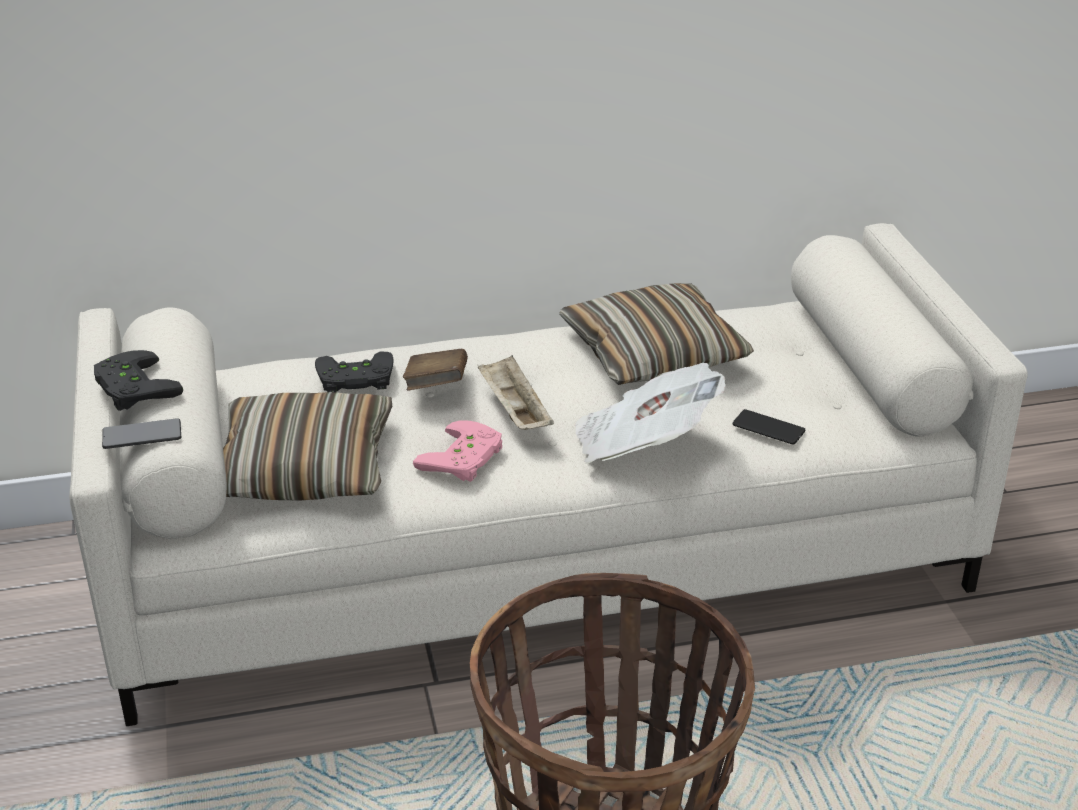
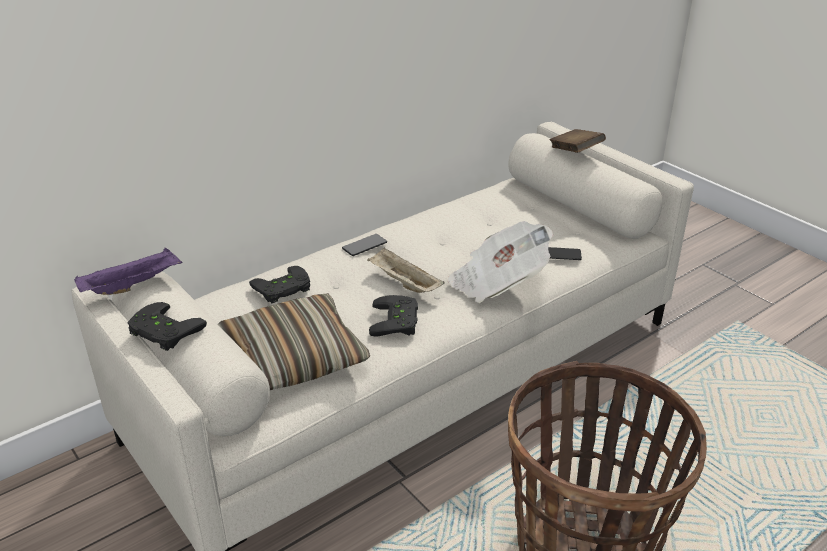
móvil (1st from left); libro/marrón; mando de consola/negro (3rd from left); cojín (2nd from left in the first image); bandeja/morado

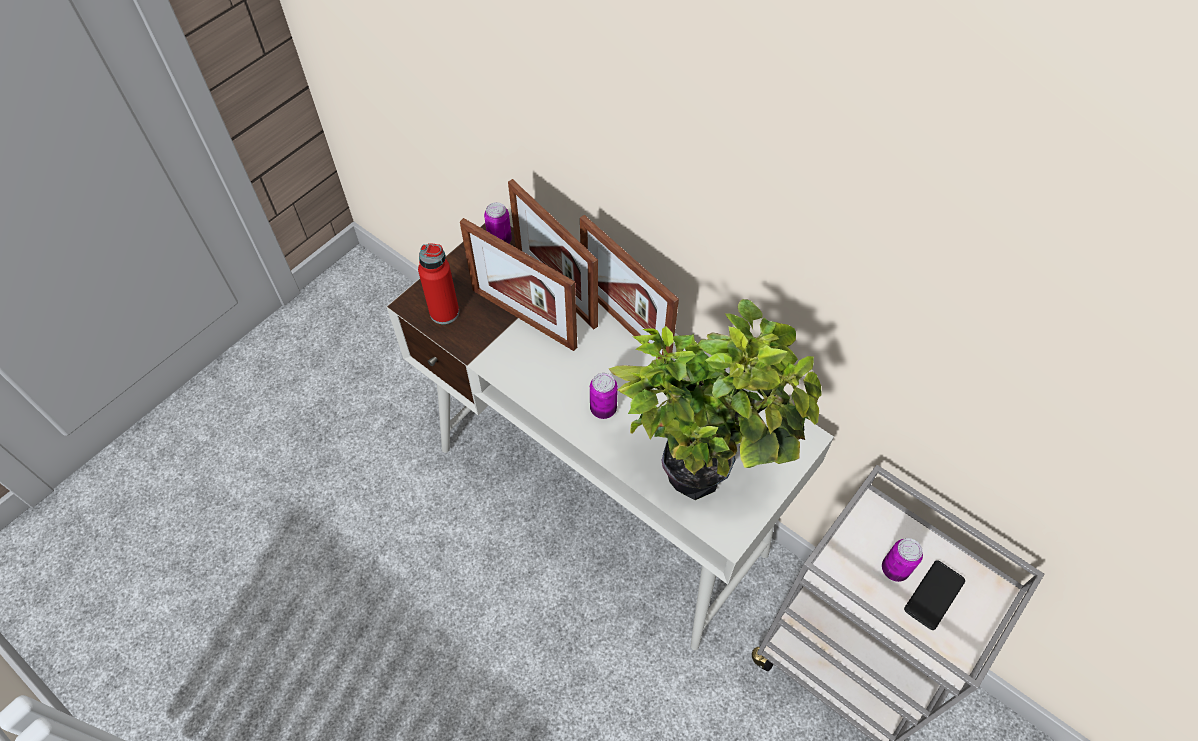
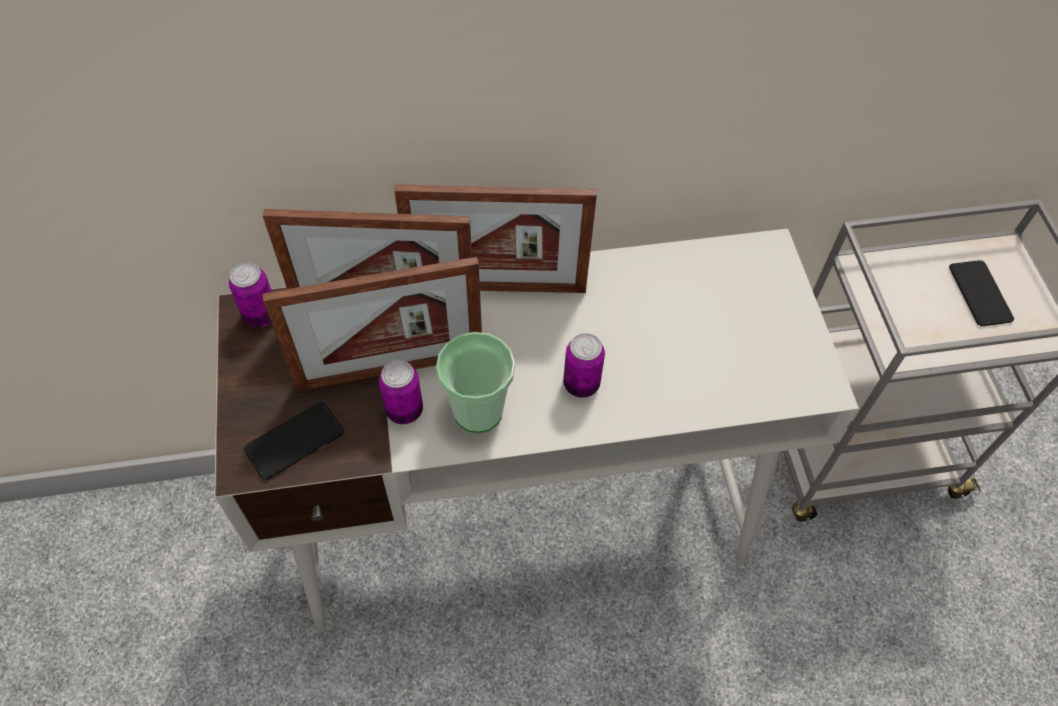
móvil (1st from left); planta en maceta; lata (2nd from left); taza

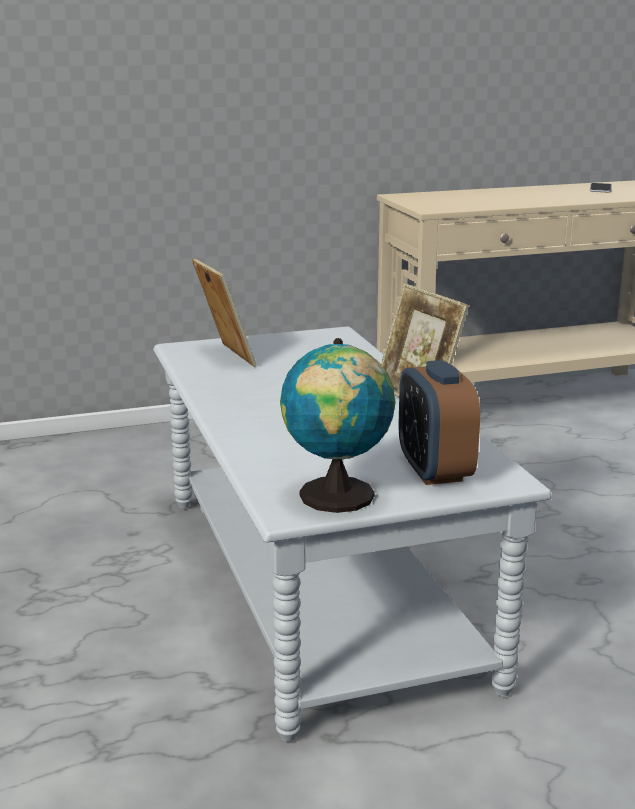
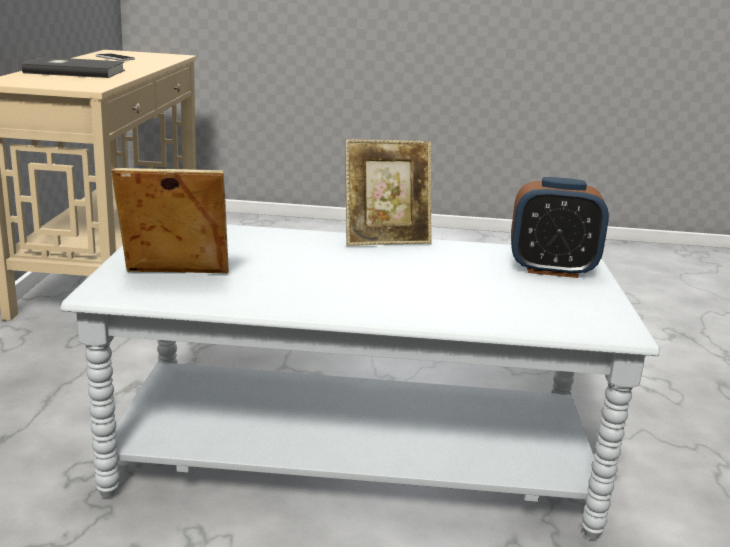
globo terráqueo; libro/gris

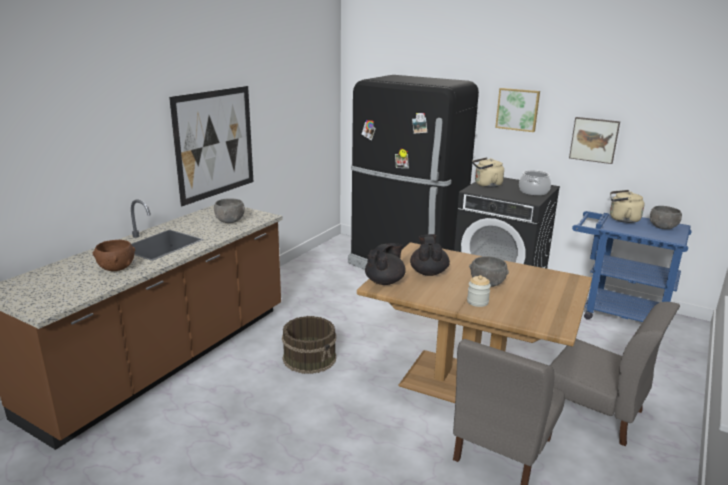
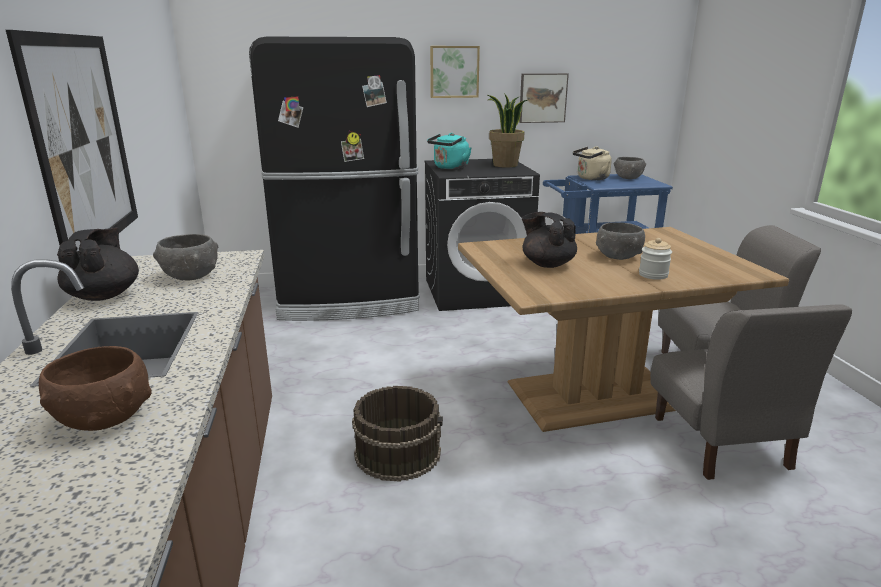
tetera/negro (1st from left); hervidor/turquesa; planta en maceta

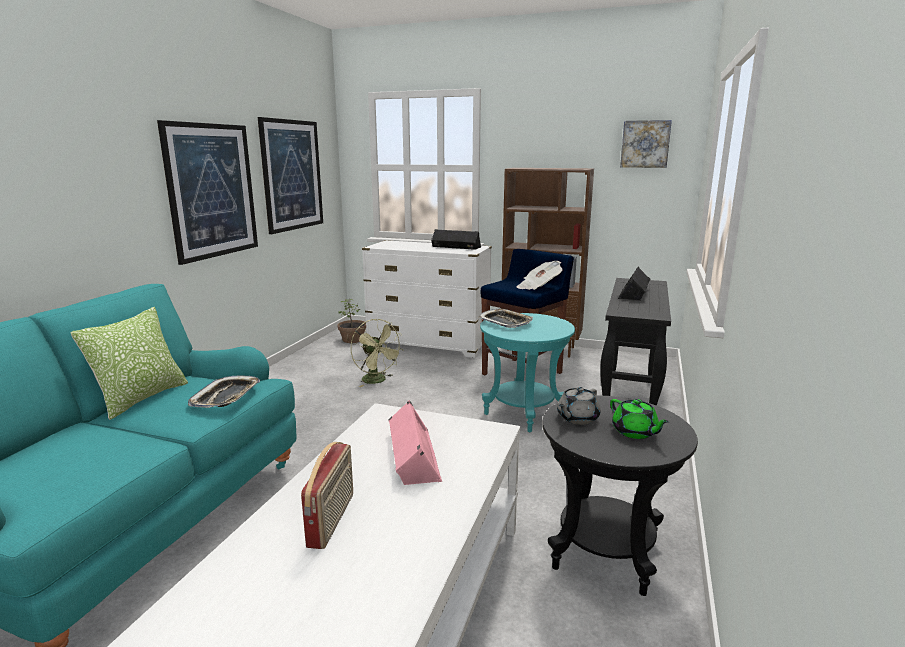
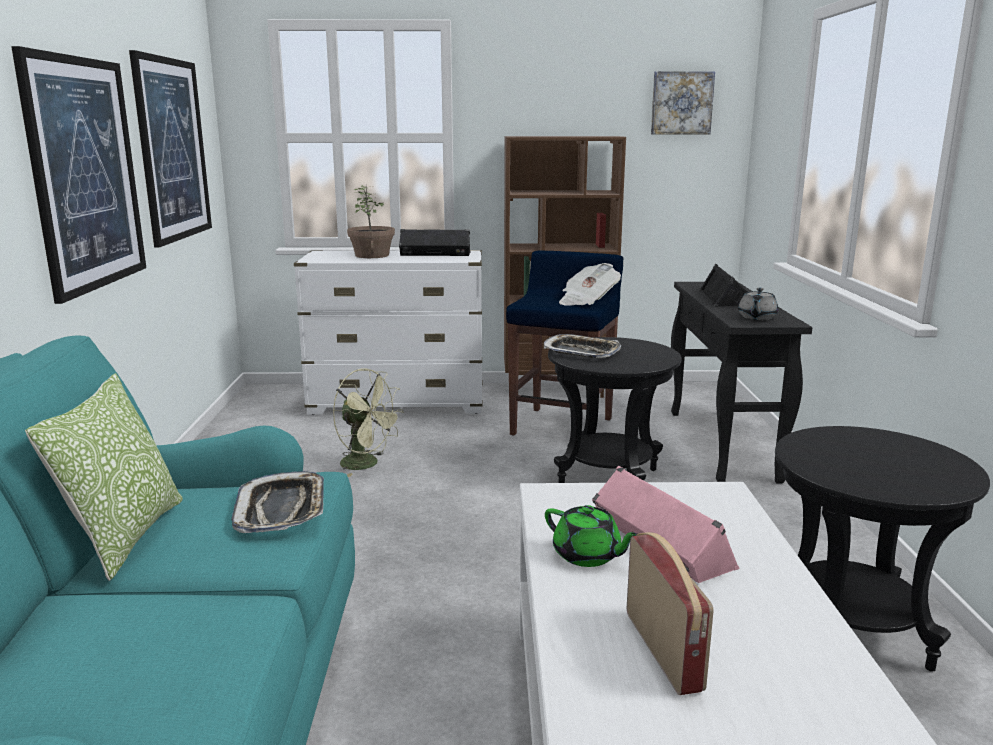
planta en maceta; mesa auxiliar/negro (1st from left); tetera/gris; tetera/verde

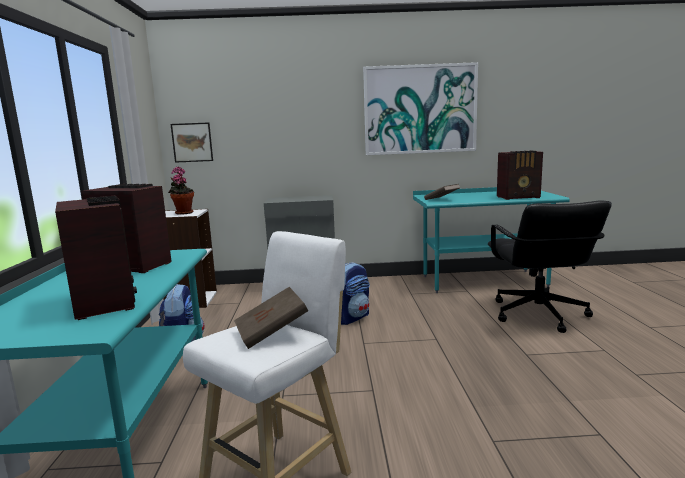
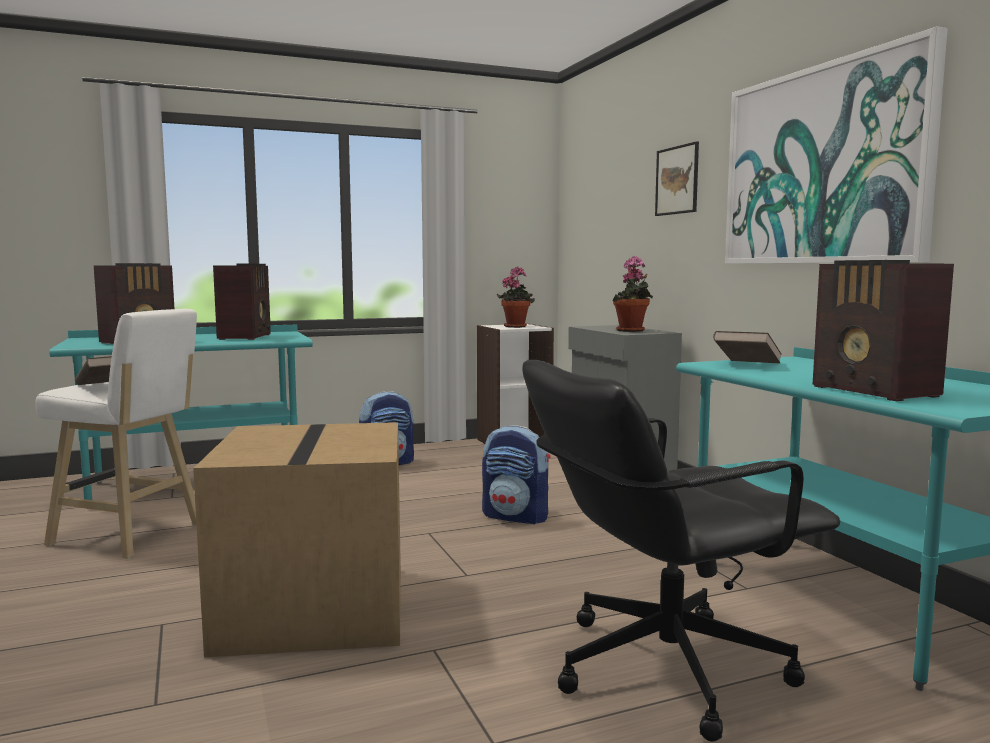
cuadro (1st from left); caja de cartón; planta en maceta (2nd from left)

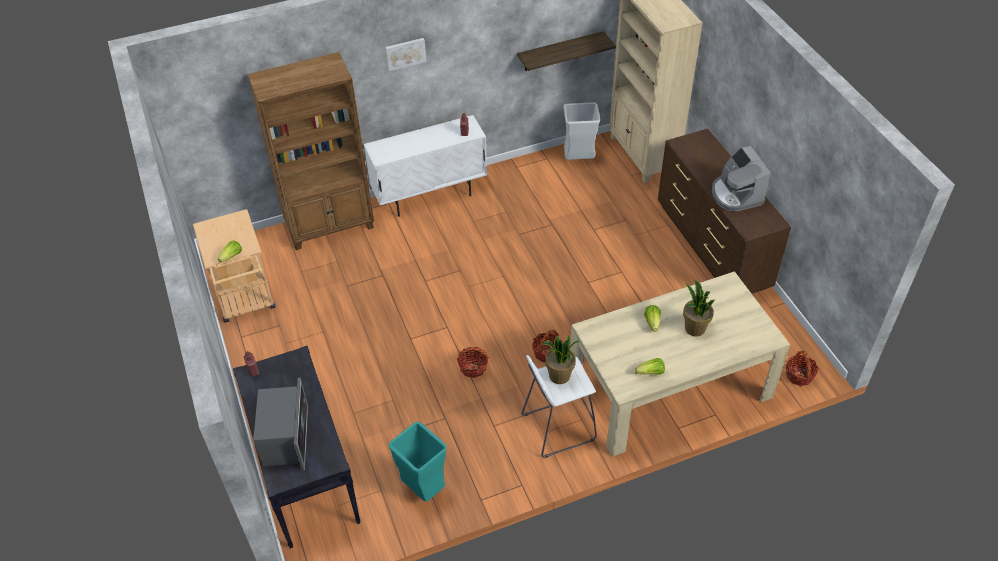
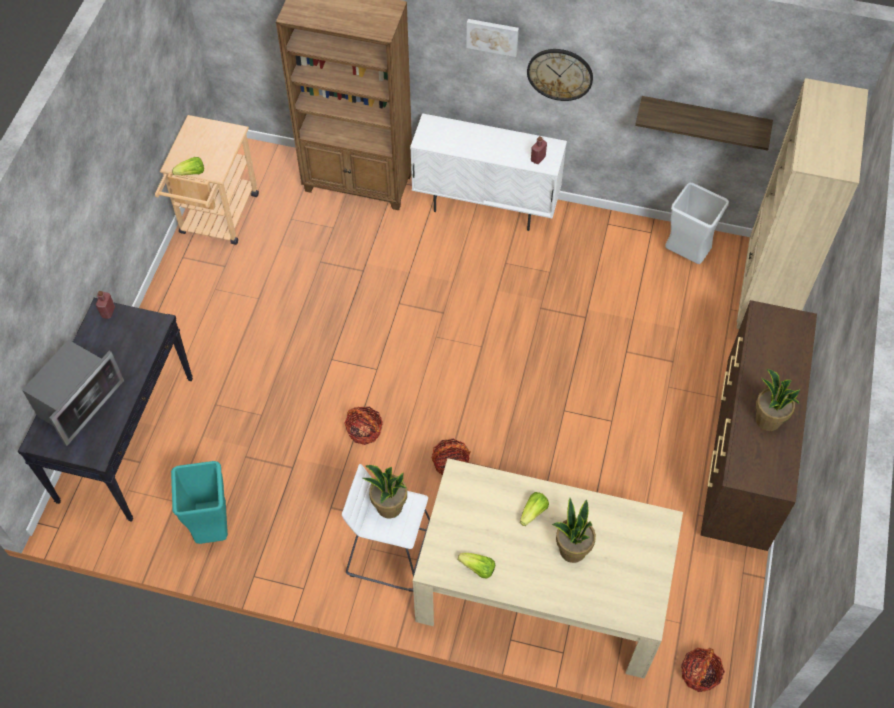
planta en maceta (3rd from left); reloj de pared

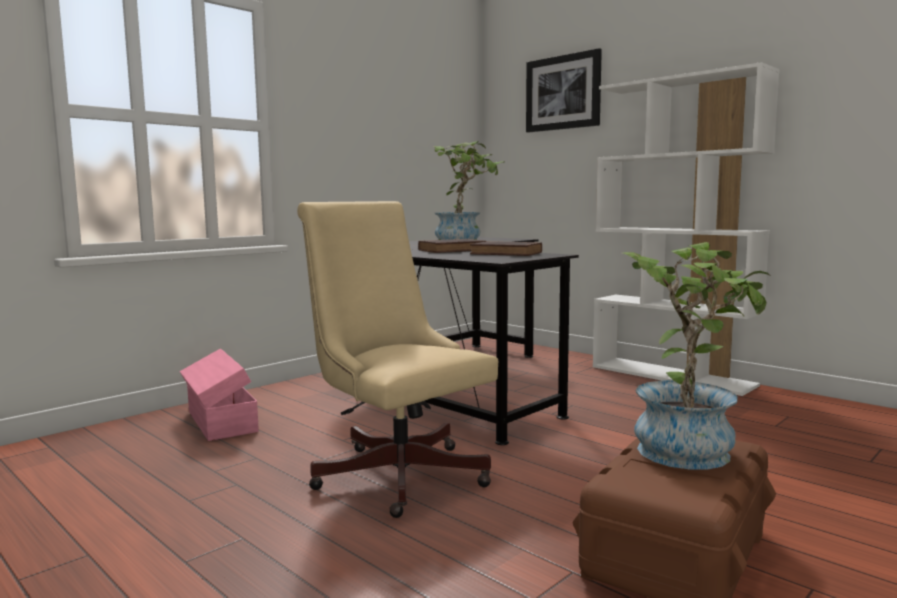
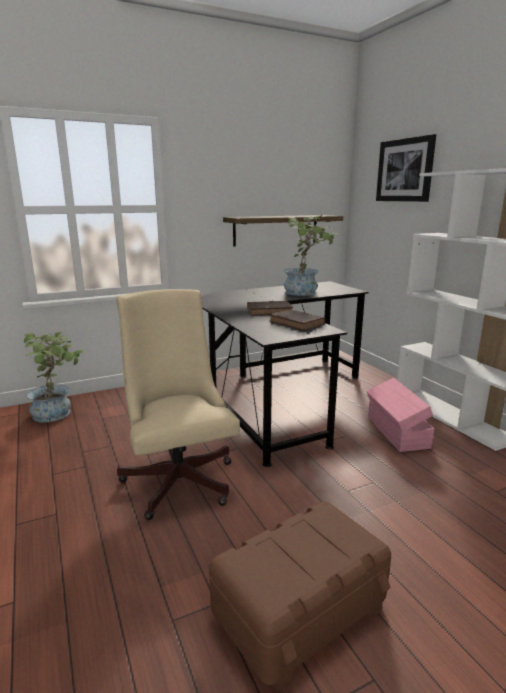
caja de almacenaje/rosa; planta en maceta (1st from left); estante

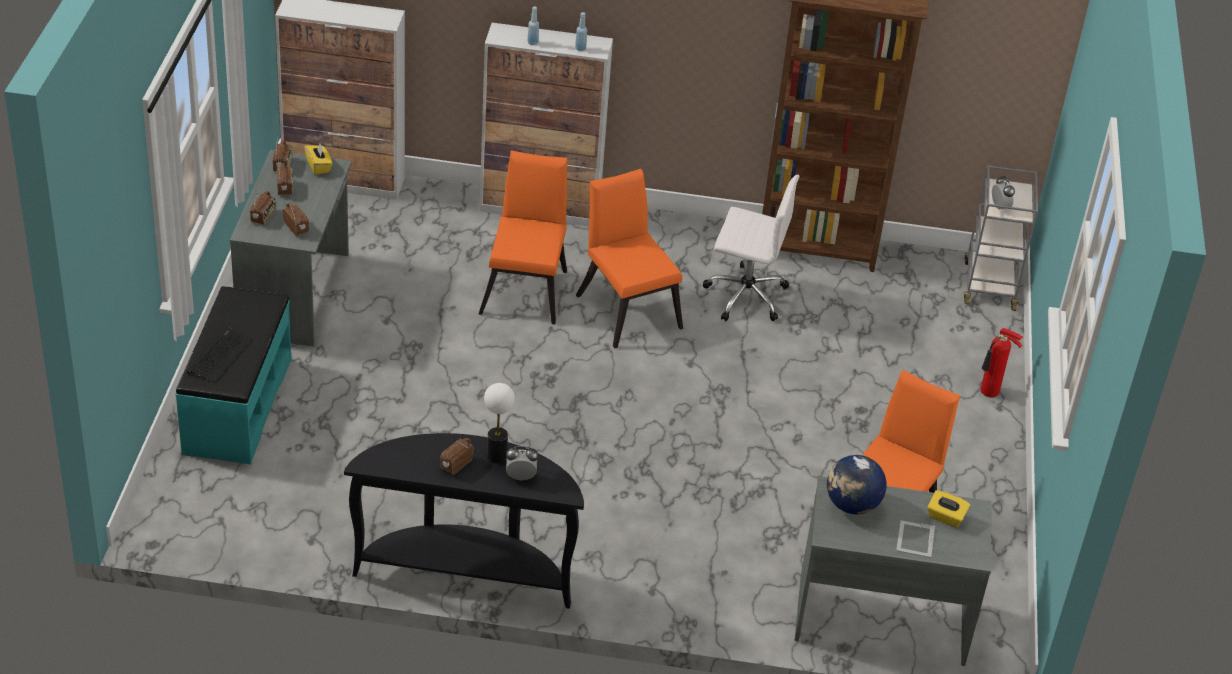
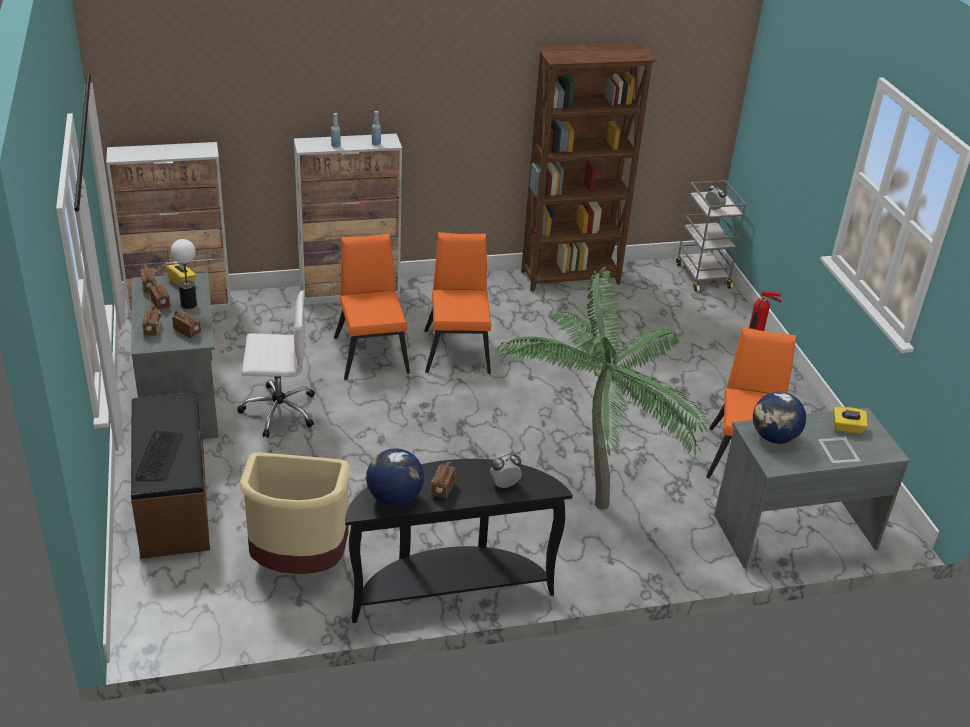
banco/marrón; lámpara de mesa; silla/naranja (2nd from left); silla de oficina/blanco; papelera/beis; globo terráqueo (1st from left); planta en maceta

